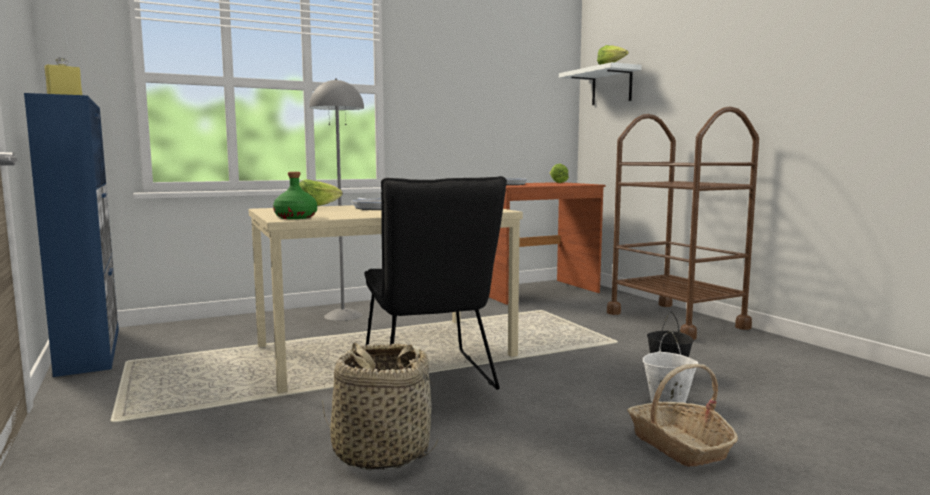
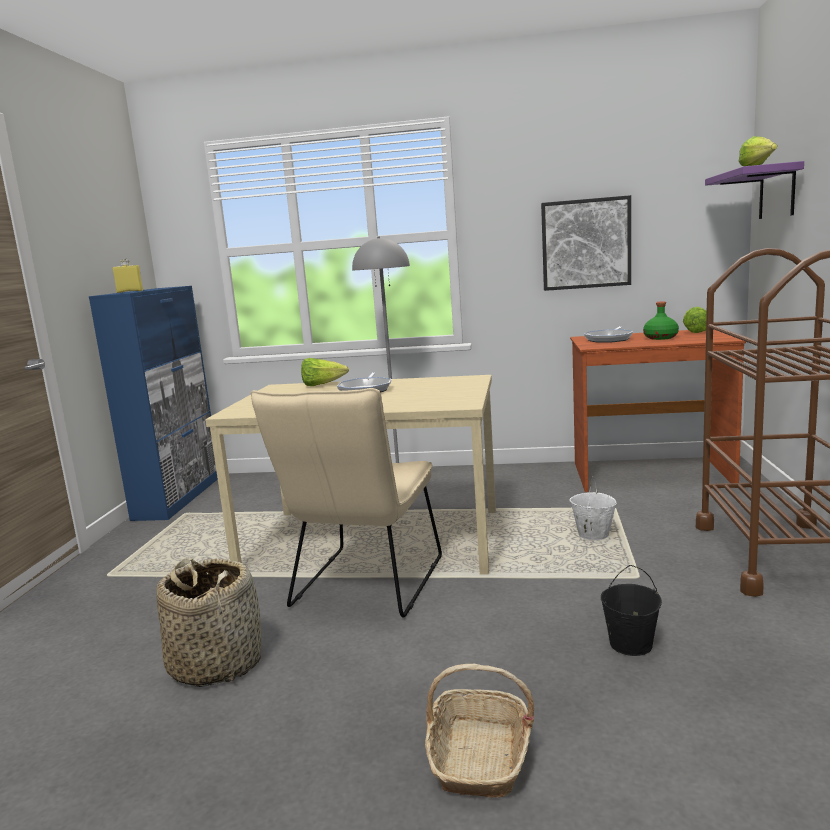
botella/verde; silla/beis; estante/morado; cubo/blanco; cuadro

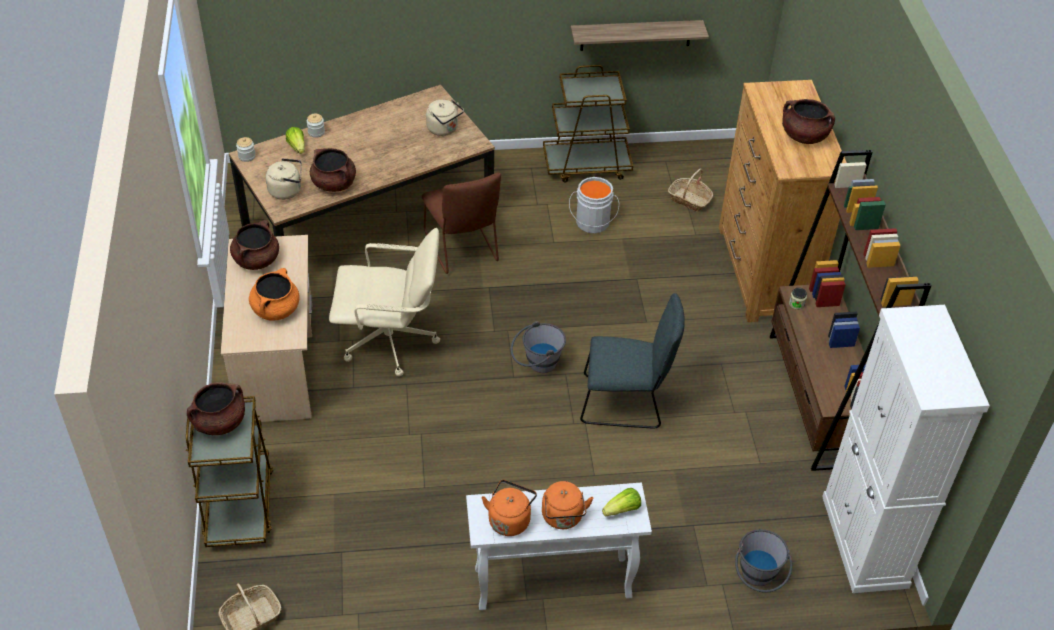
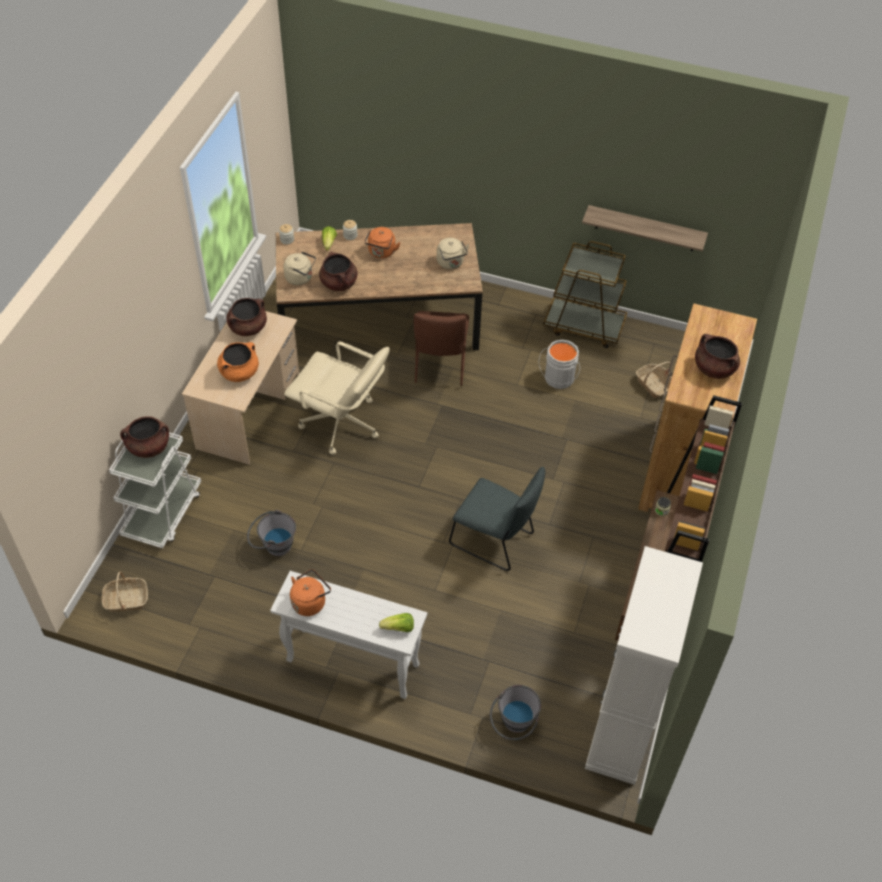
carrito/blanco; cubo/gris (1st from left); hervidor/naranja (2nd from left)

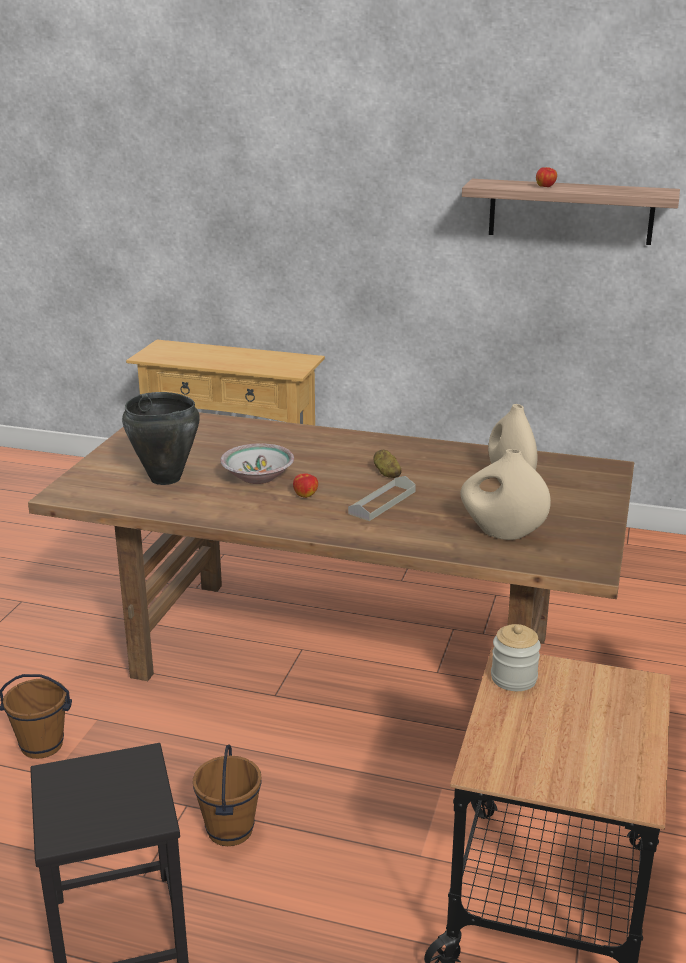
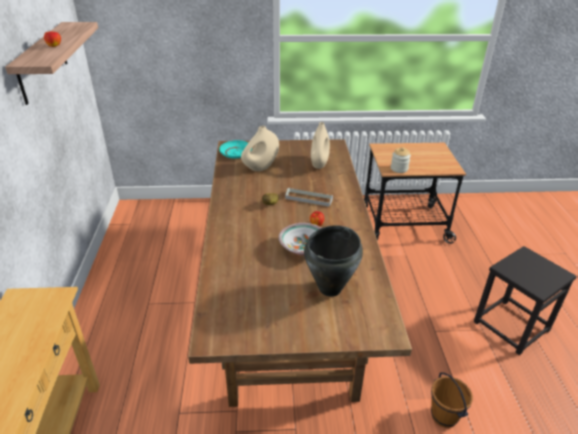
cubo/marrón (2nd from left in the first image); plato/turquesa

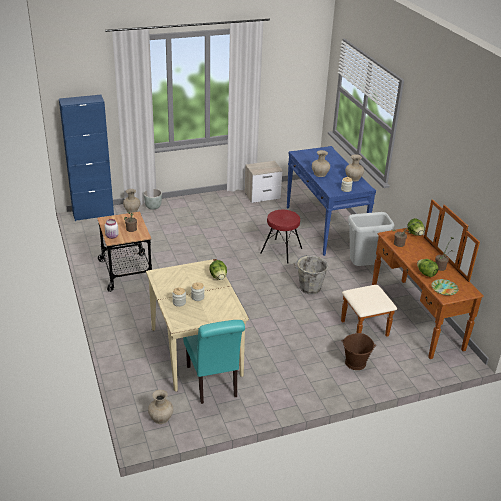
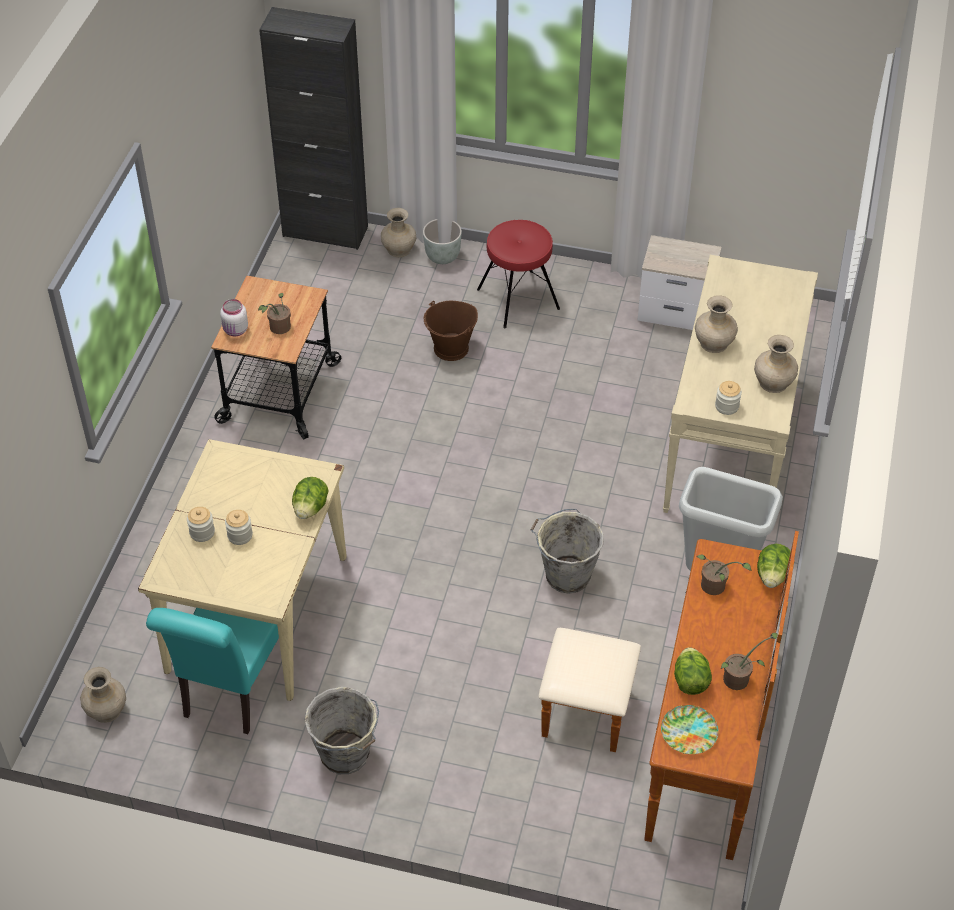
armario/negro; taburete/rojo; mesa consola/beis; cubo/marrón; cubo/gris (1st from left)

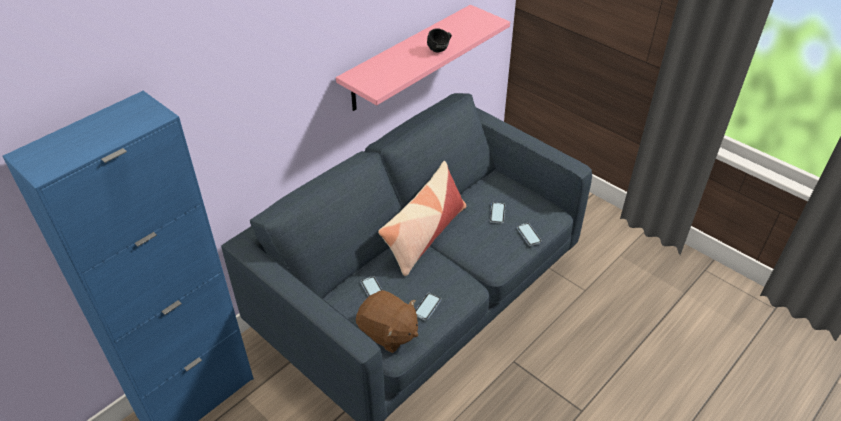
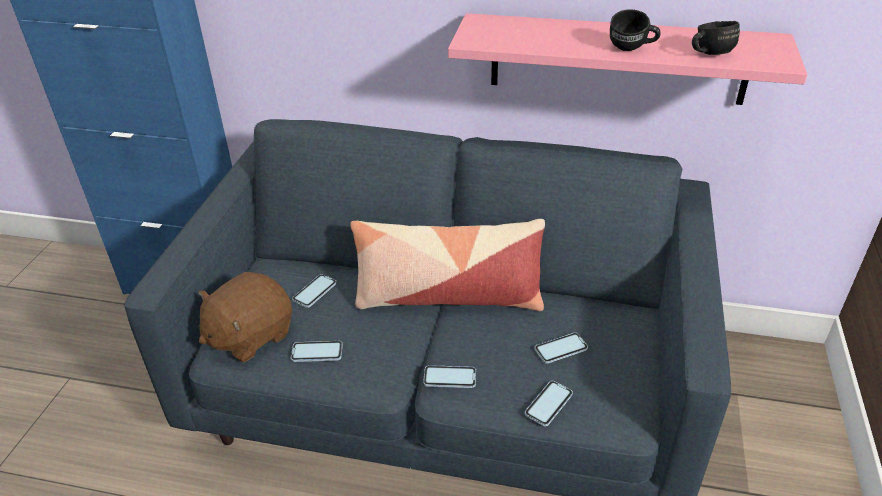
peluche/marrón; móvil (3rd from left); taza grande/negro (2nd from left)

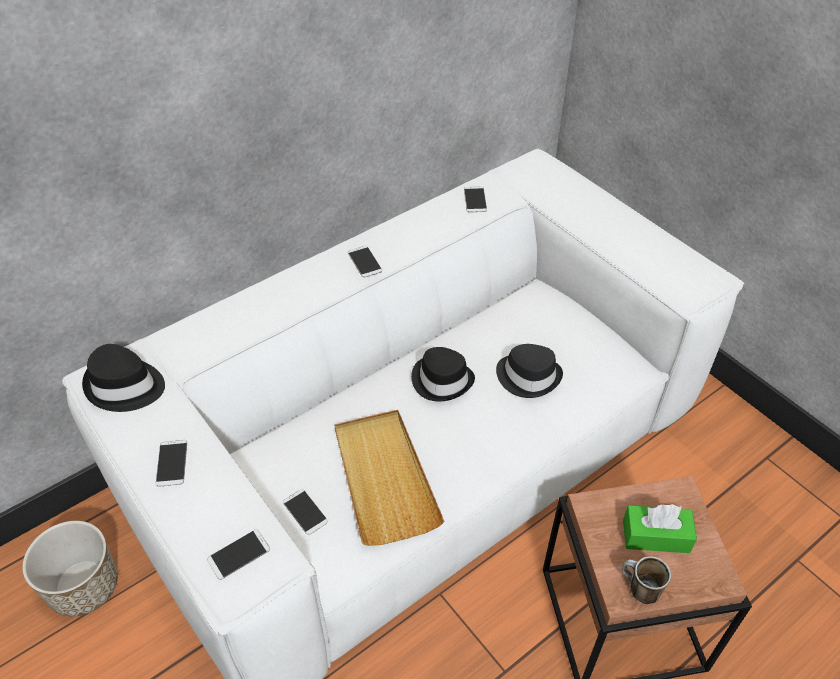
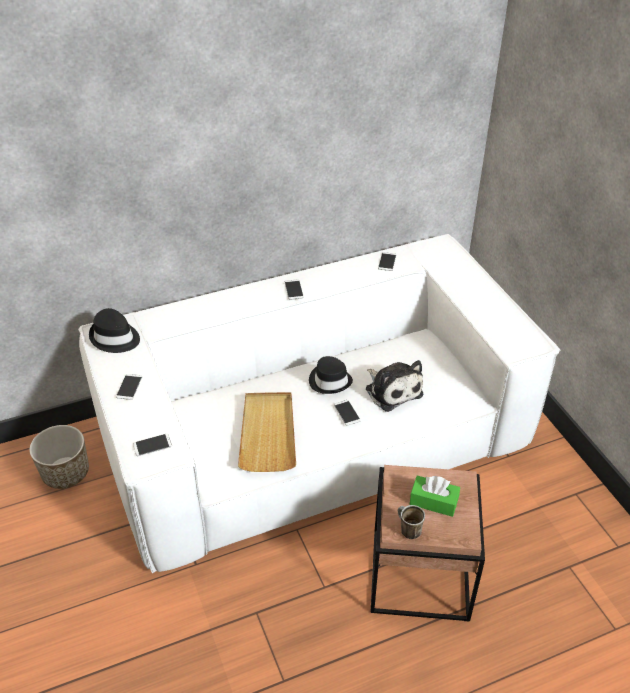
móvil (4th from left); peluche

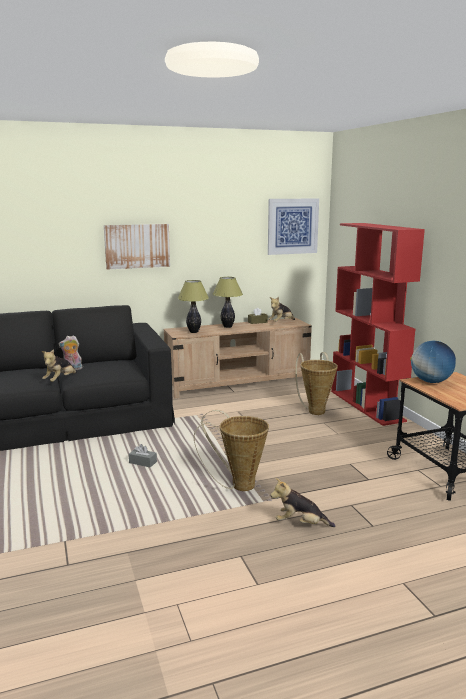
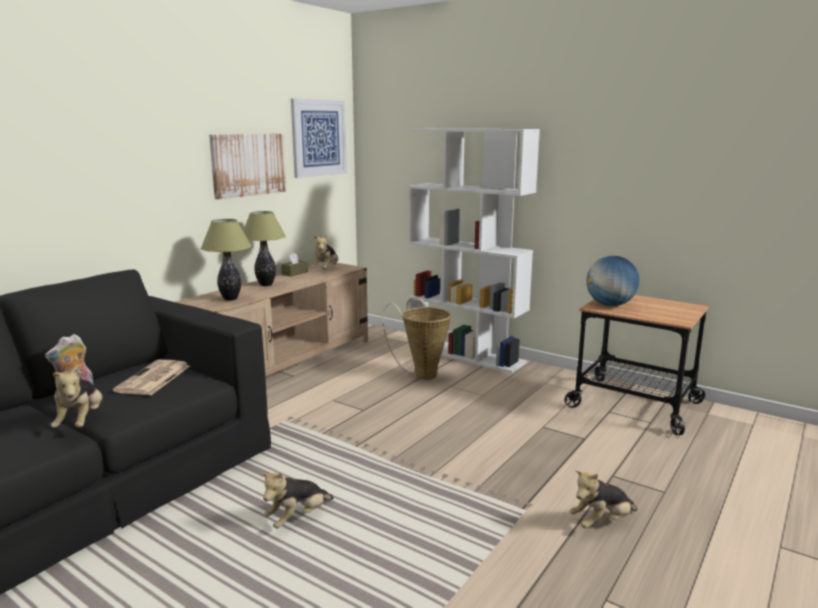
cuadro (1st from left); peluche (3rd from left); cesta (1st from left in the first image); estantería/blanco; periódico

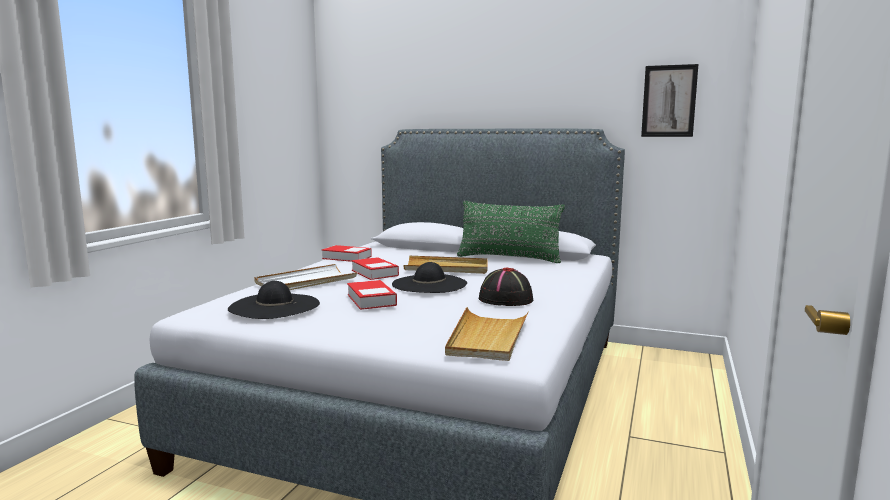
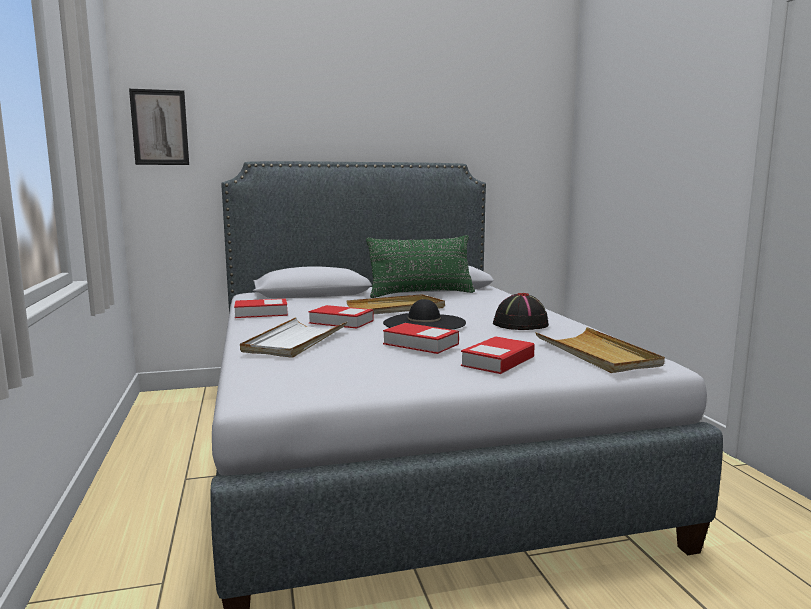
sombrero/negro (1st from left in the first image); cuadro; libro (4th from left)

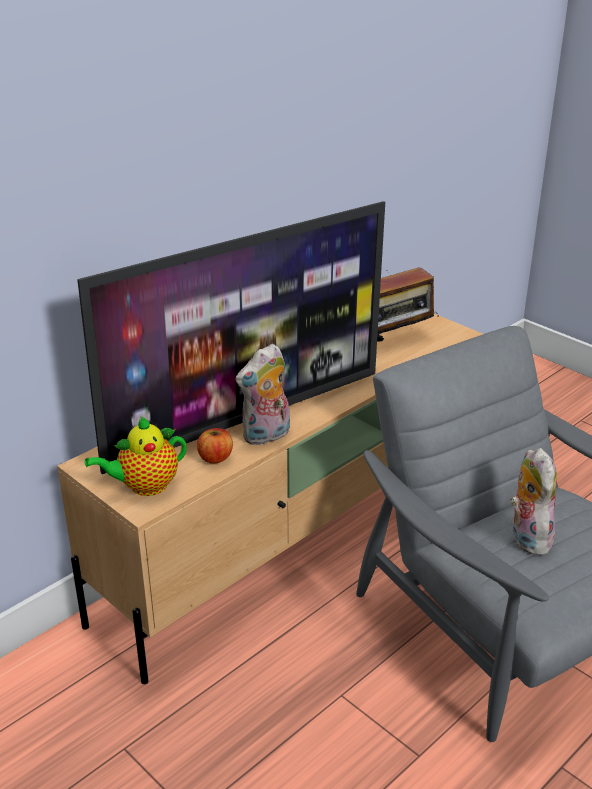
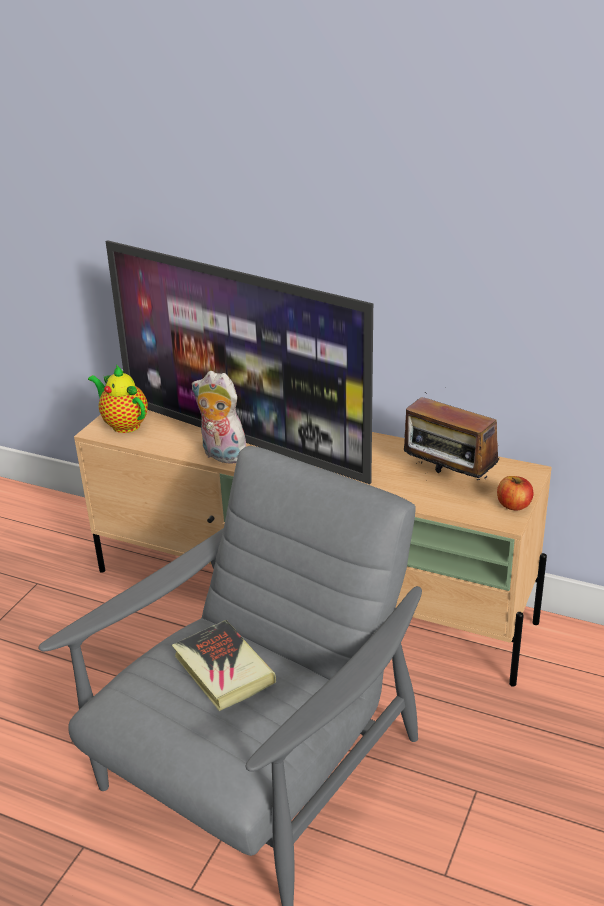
manzana; libro

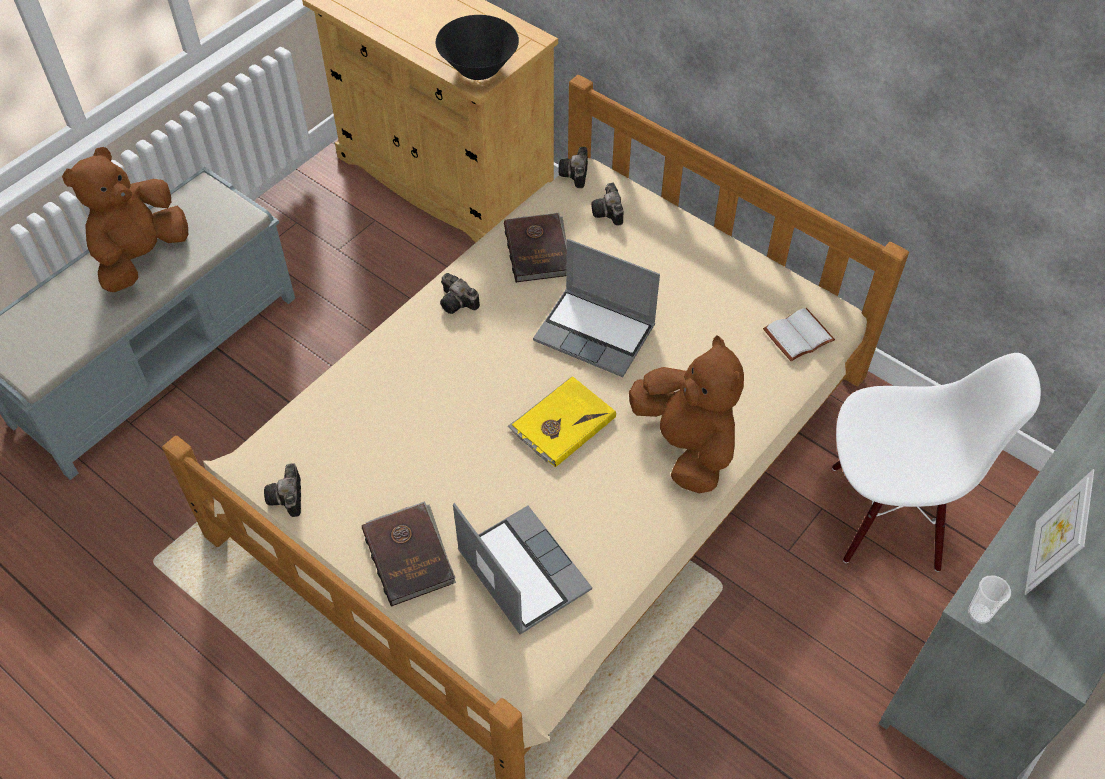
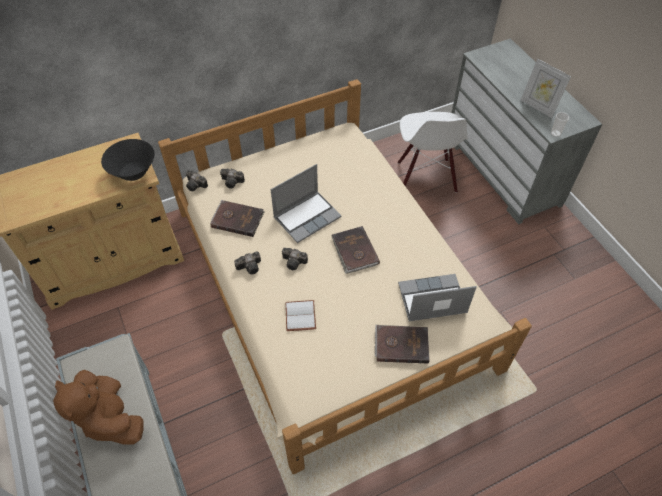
cámara (4th from left); libro/marrón (2nd from left); peluche/marrón (2nd from left in the first image); libro/blanco; silla/blanco

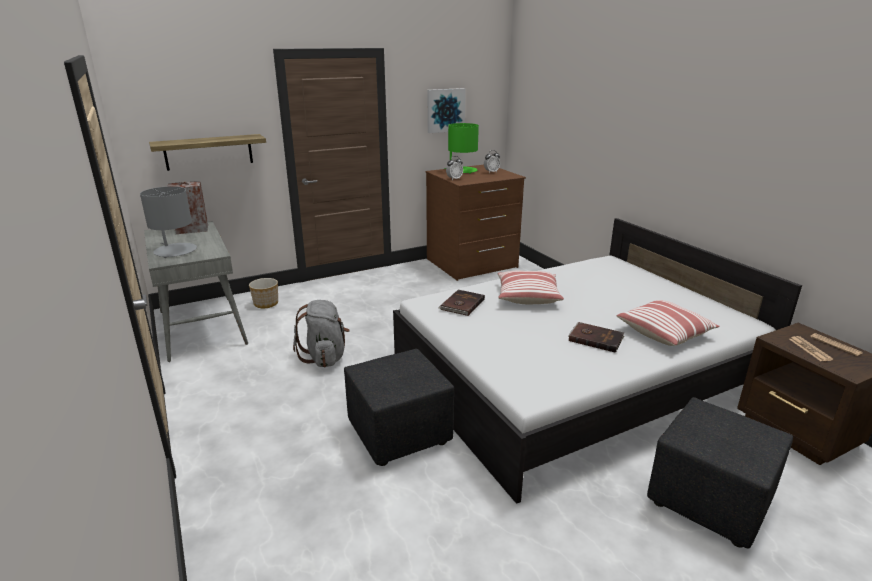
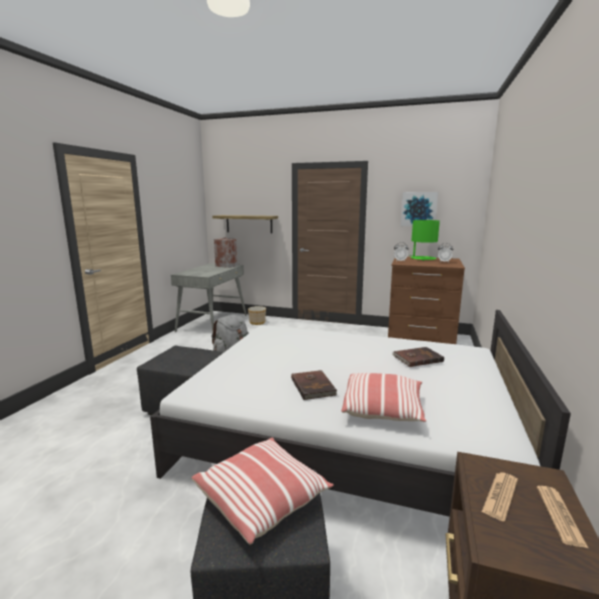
lámpara de mesa/gris; libro/marrón (2nd from left); cojín (1st from left)

